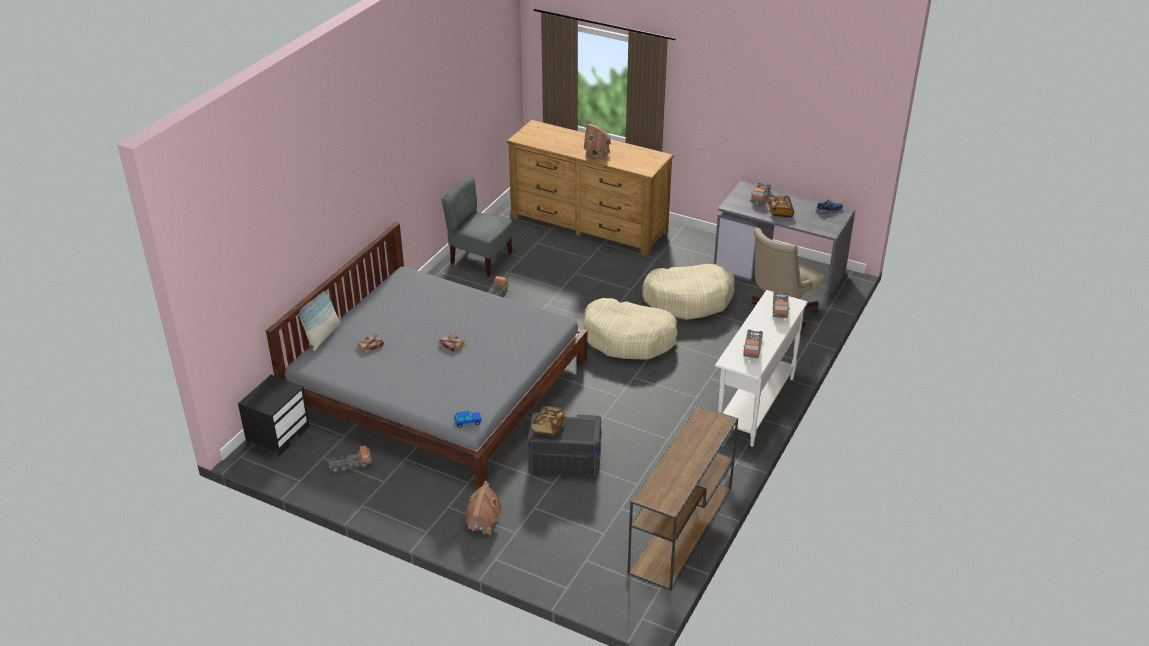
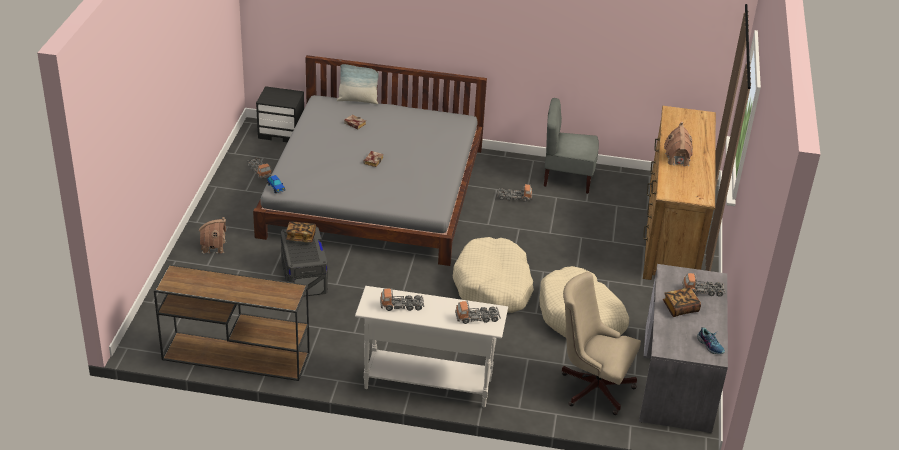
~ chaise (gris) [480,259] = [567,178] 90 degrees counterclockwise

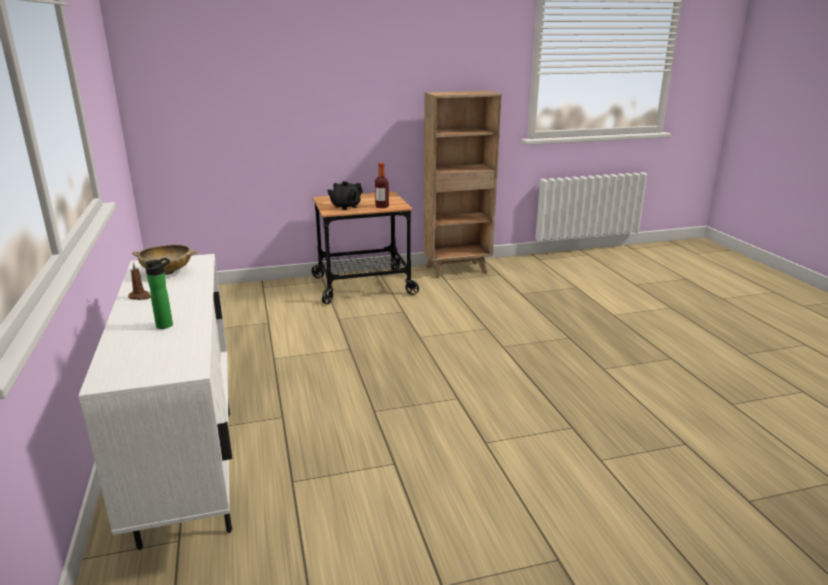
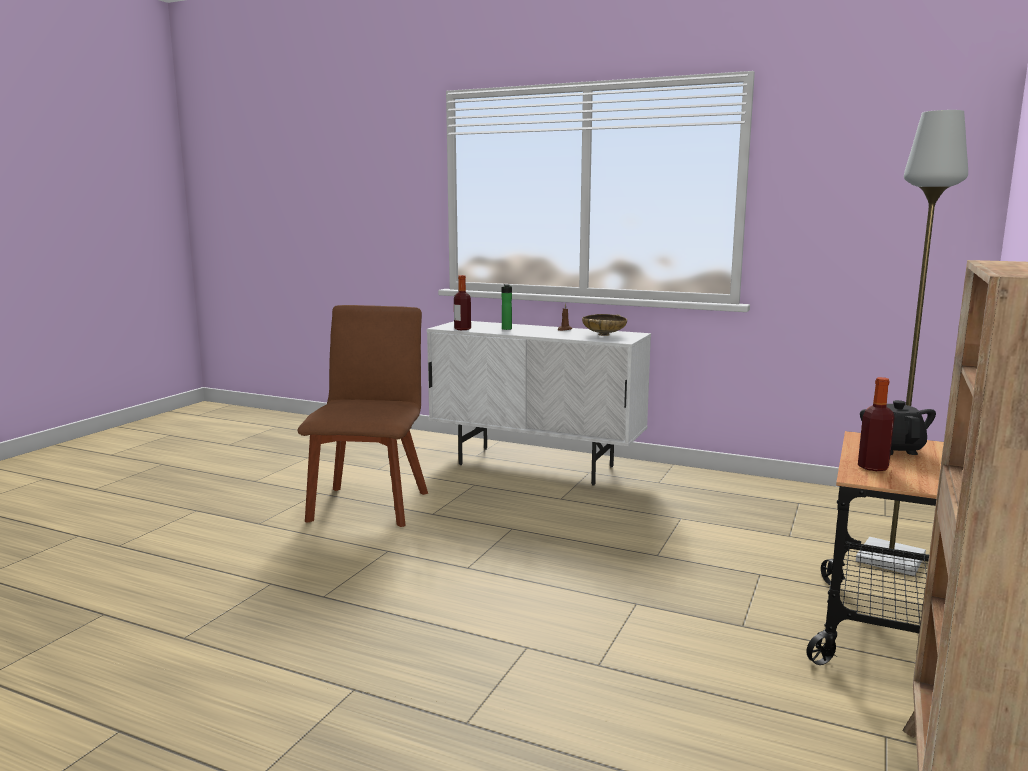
+ chaise (marron) [370,504]
+ bouteille [462,329]
+ lampadaire (gris) [889,558]

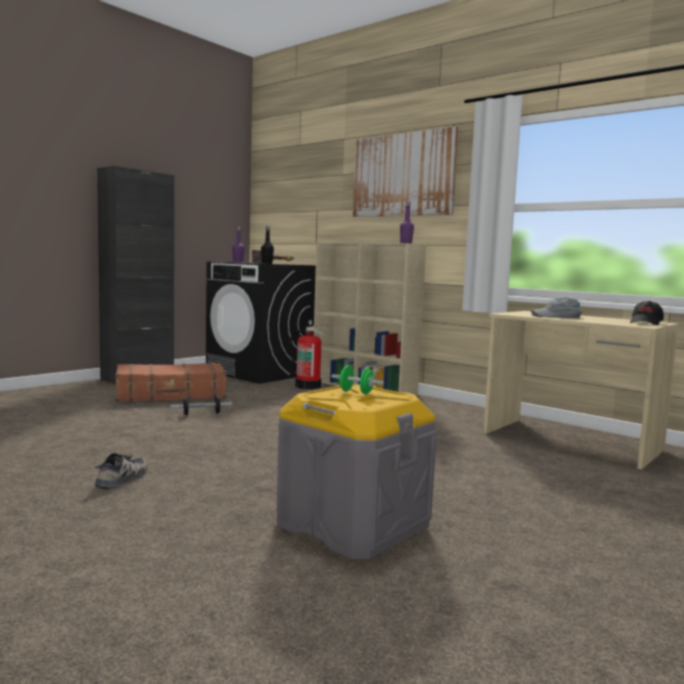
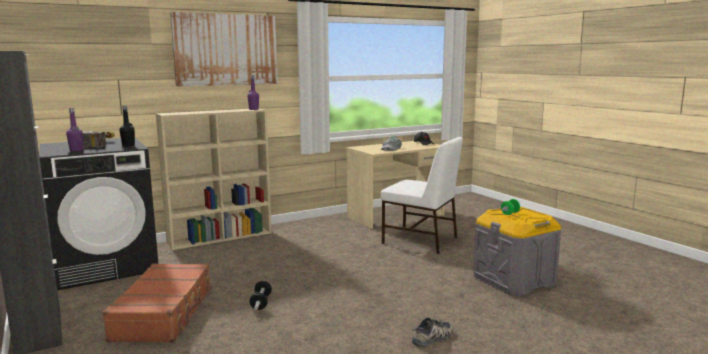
~ chaussure [123,479] = [433,338] 105 degrees clockwise
- extincteur [308,386]
+ chaise (blanc) [421,241]

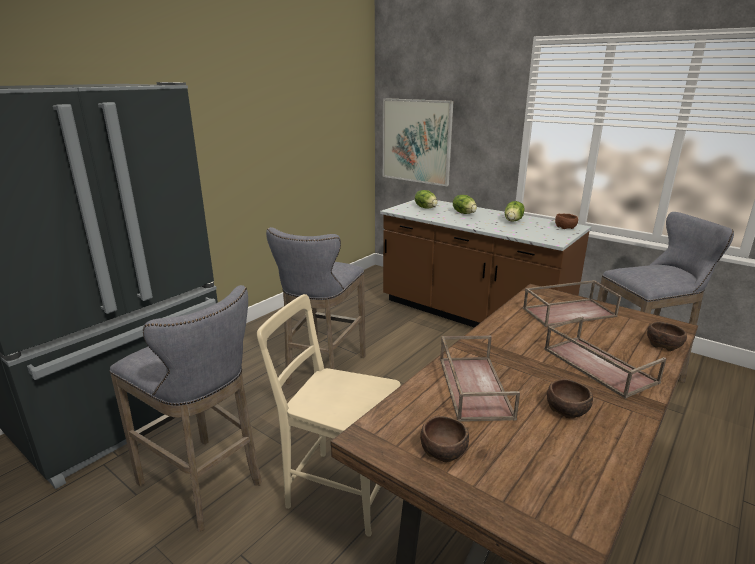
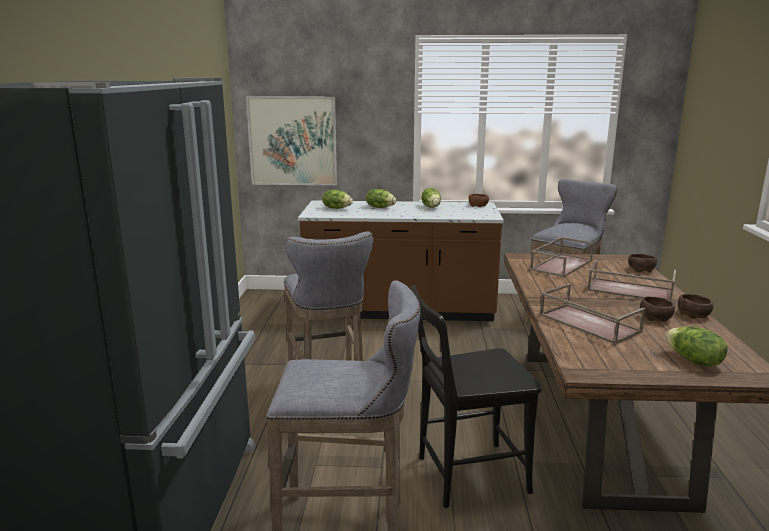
~ chaise (beige) [337,488] to chaise (noir) [466,475]
~ bol (marron) [445,450] to [693,314]
+ laitue [693,361]

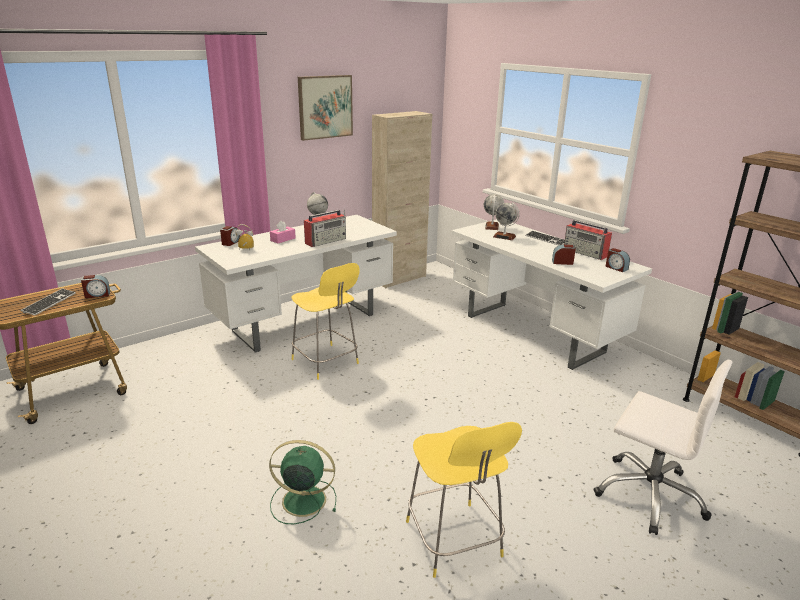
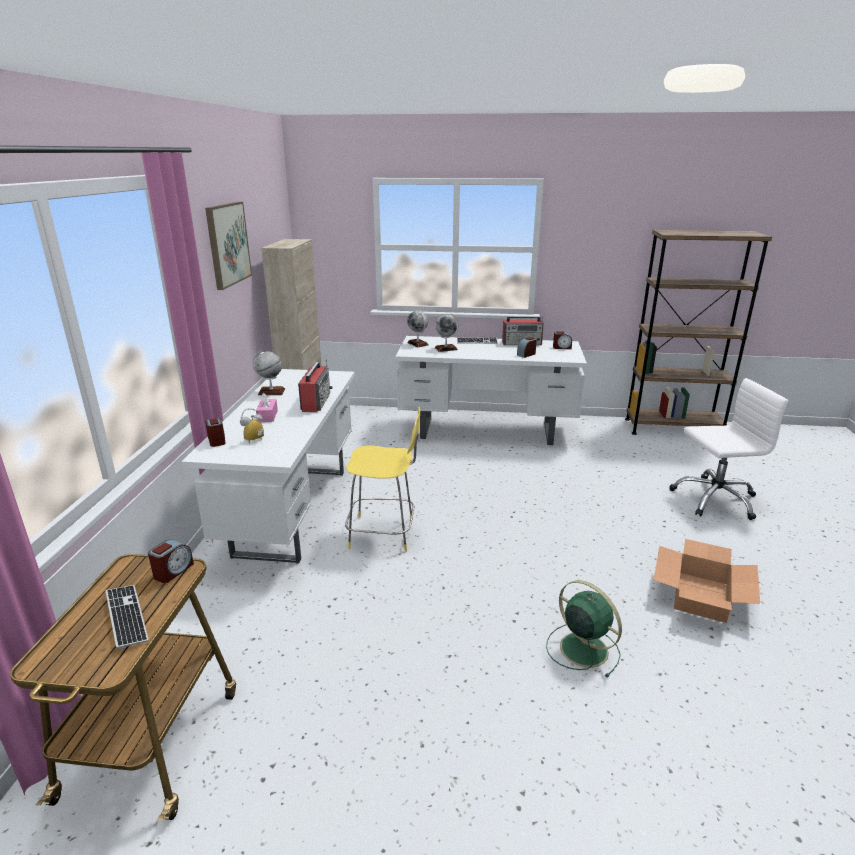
~ ventilateur (vert) [302,500] = [582,648] 90 degrees clockwise
~ tabouret (jaune) [454,541] to carton [700,596]

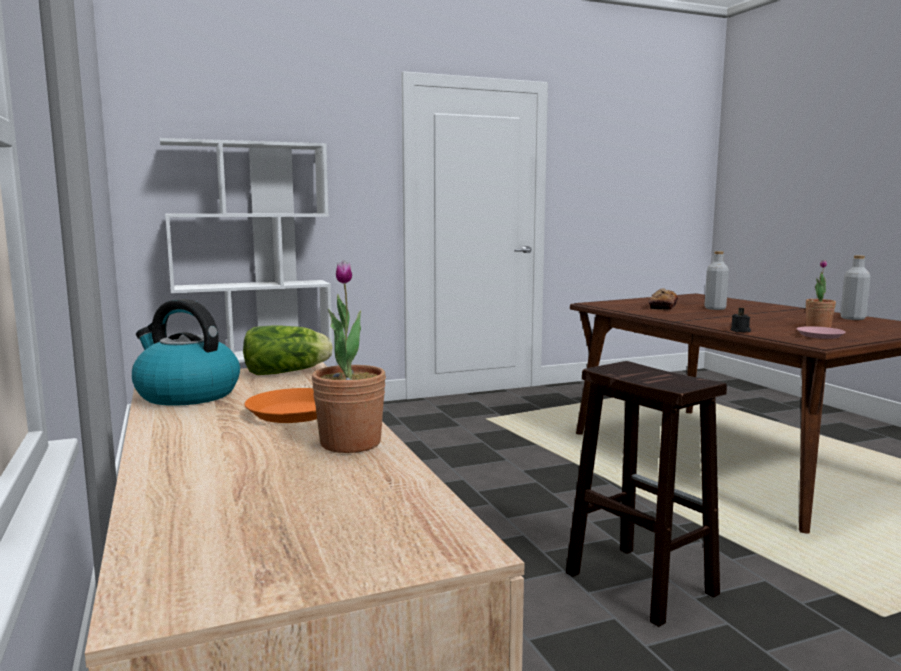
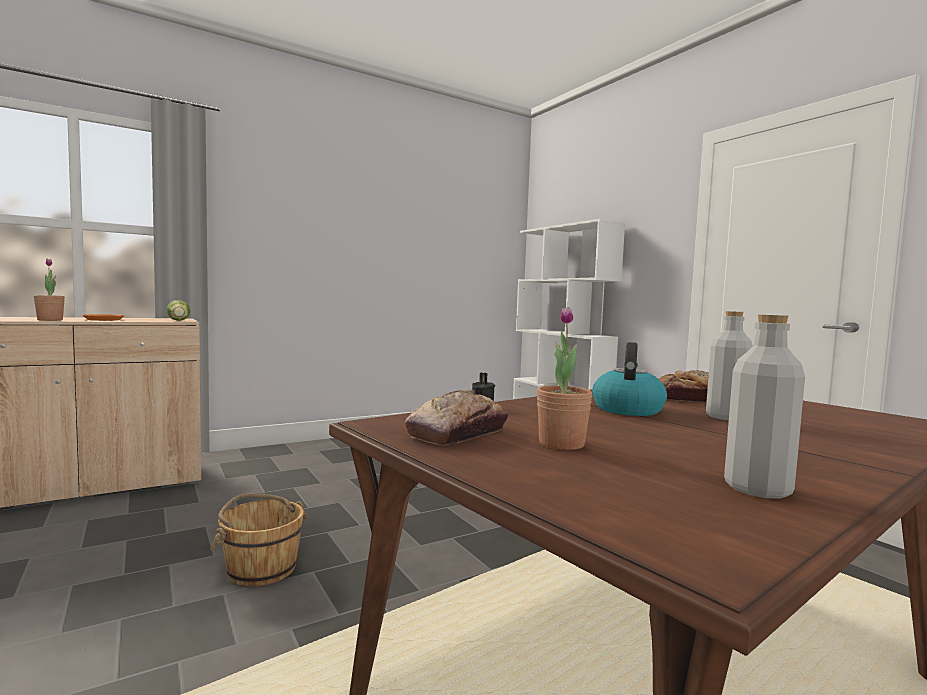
~ bouilloire [186,394] to [627,409]
~ tabouret (marron) [638,583] to seau (marron) [261,568]
~ assiette (rose) [820,335] to pain [458,433]

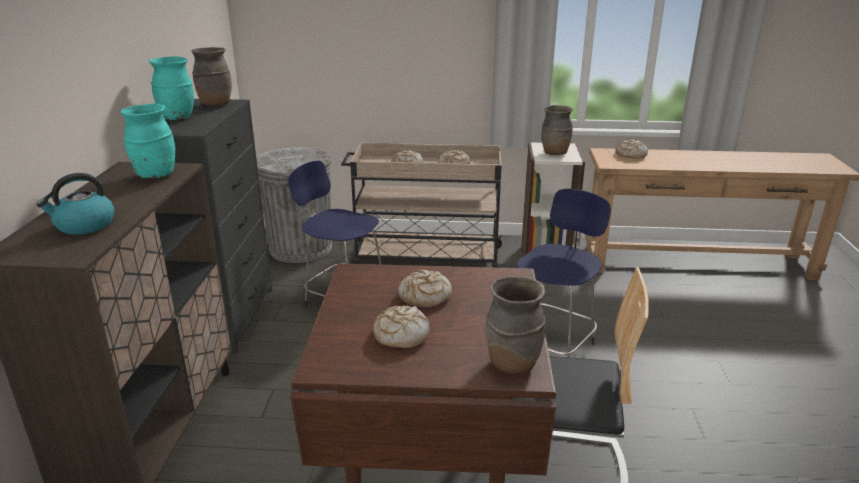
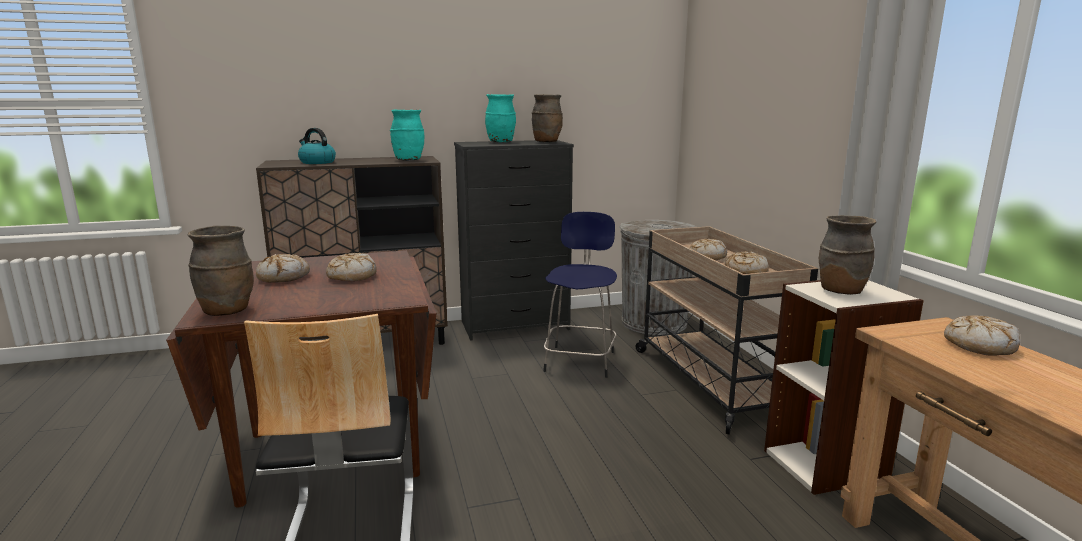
- tabouret (bleu) [552,347]

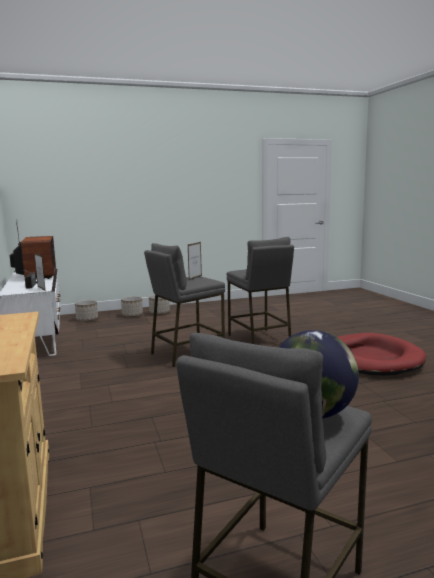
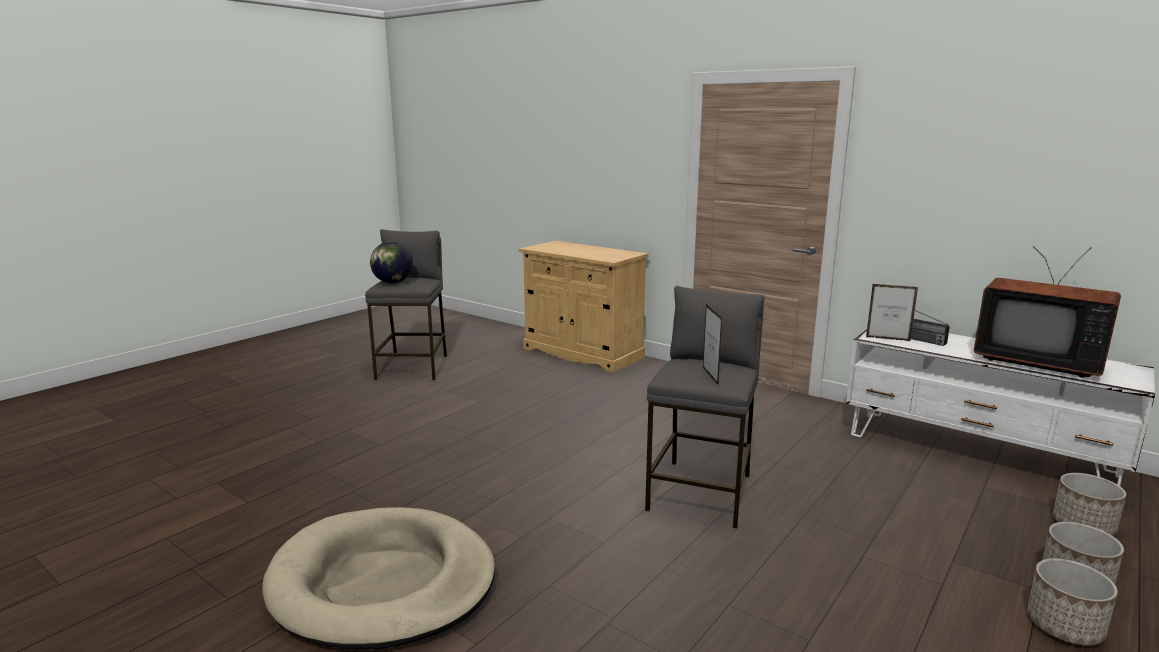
- tabouret (gris) [259,339]
~ panier pour chien (rouge) [368,359] to panier pour chien (beige) [383,583]

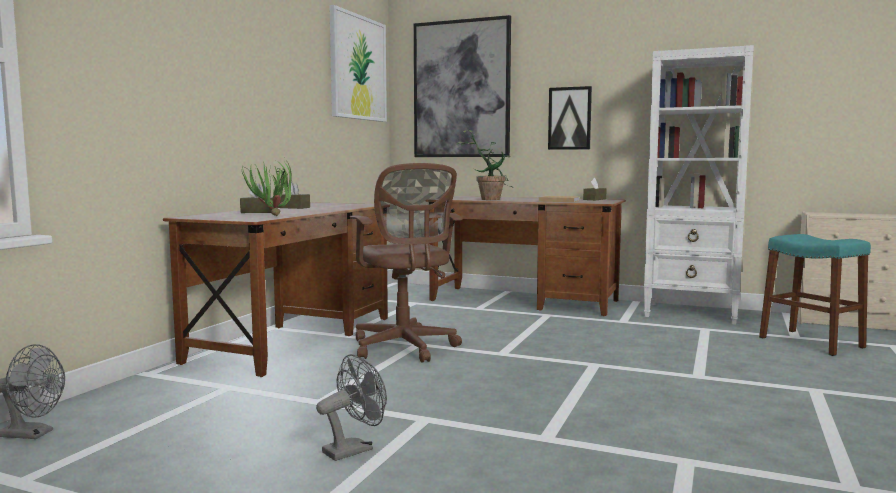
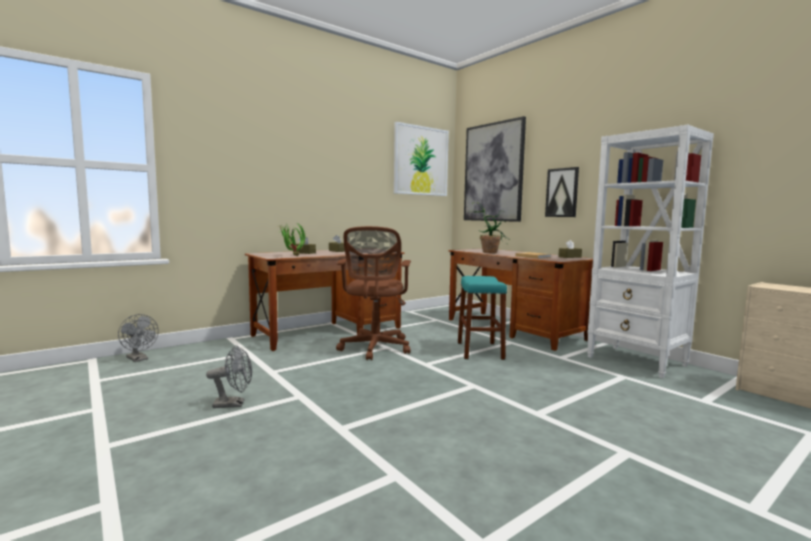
~ tabouret (turquoise) [811,342] to [480,350]

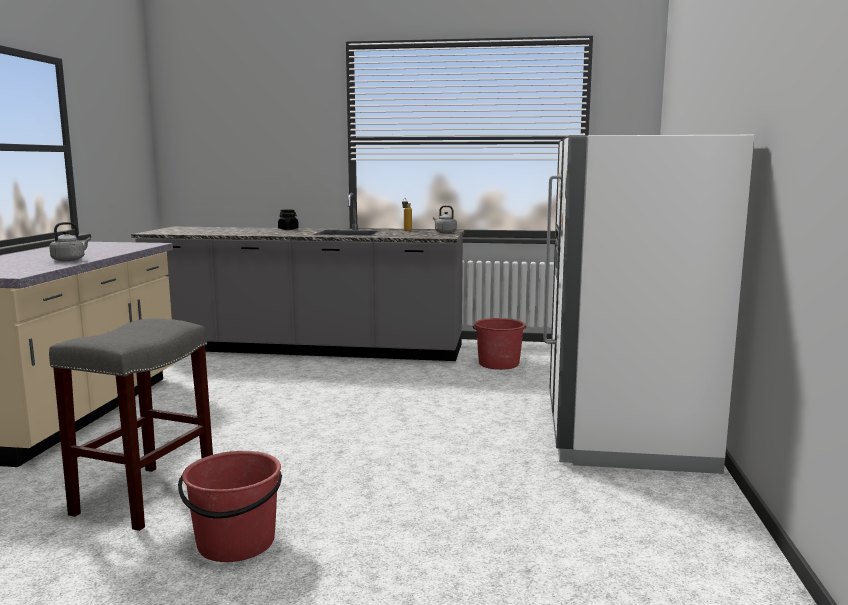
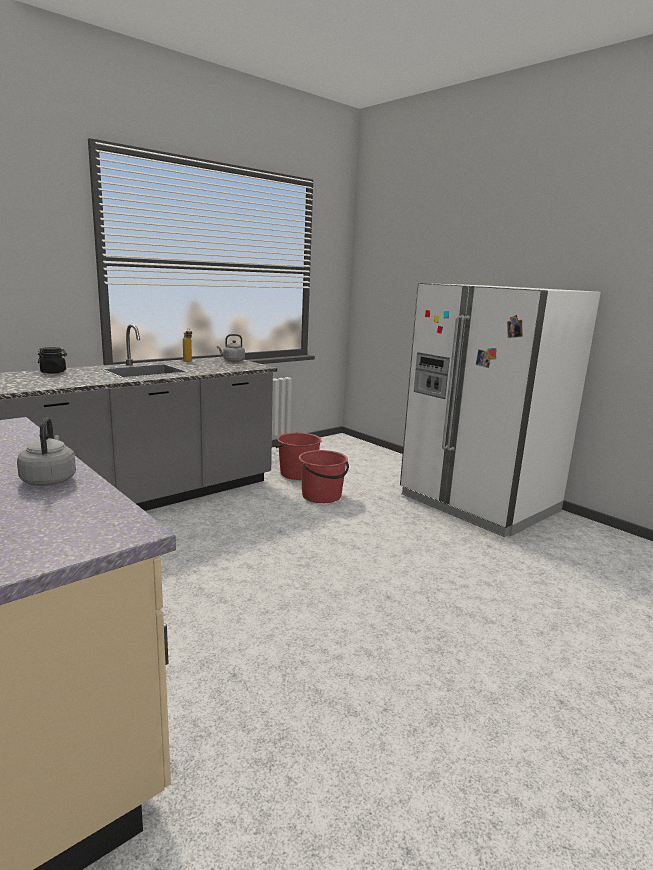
- tabouret (gris) [145,496]
~ seau (rouge) [236,543] to [322,496]

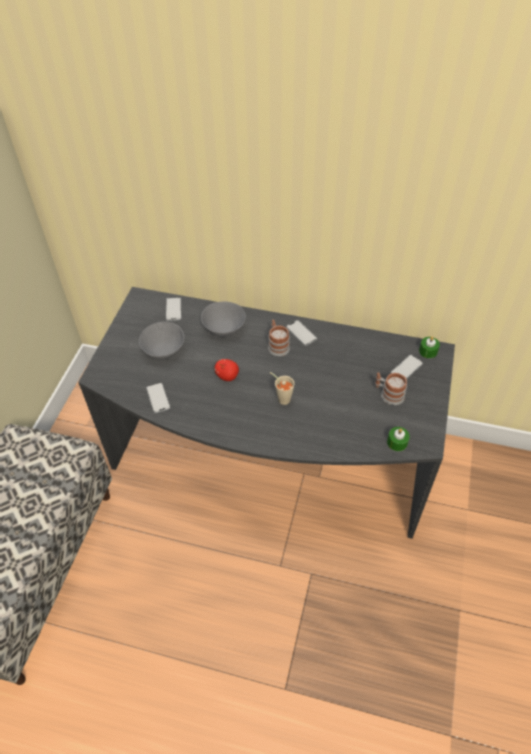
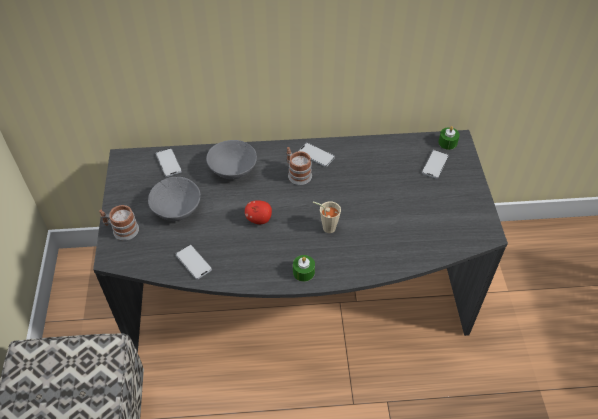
~ mug [388,394] to [121,229]
~ bougie (vert) [397,442] to [303,272]

